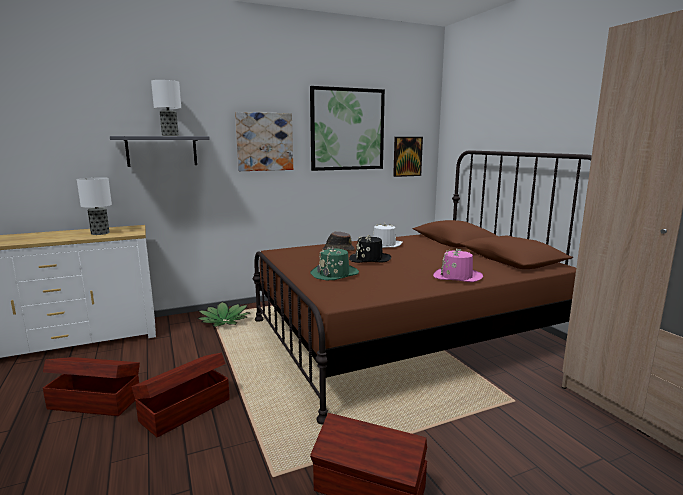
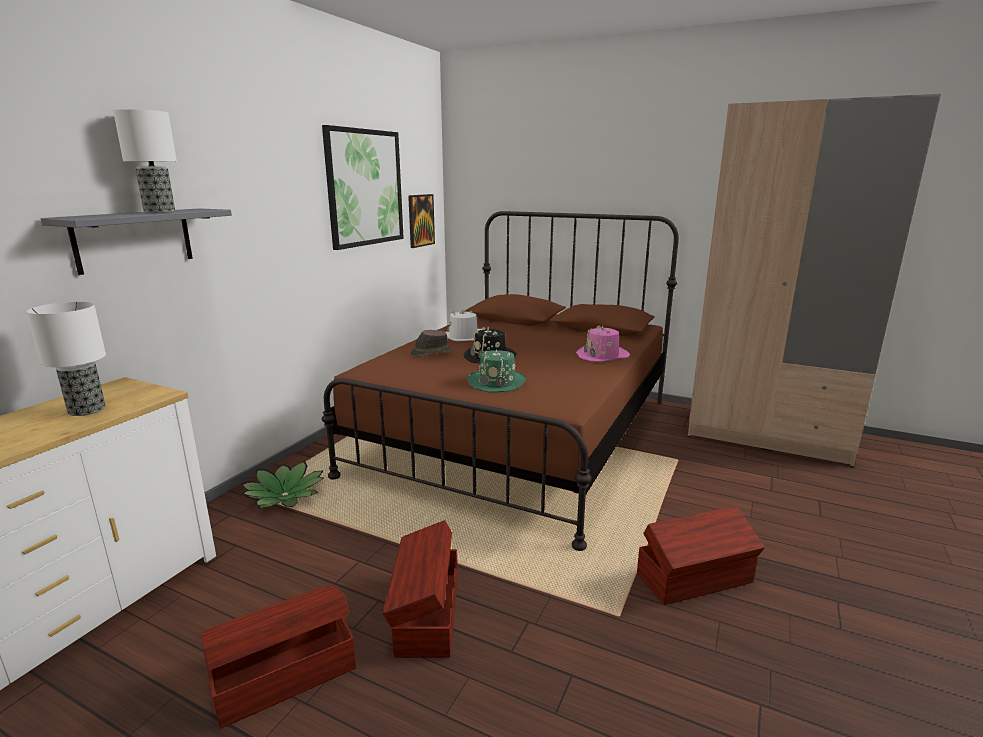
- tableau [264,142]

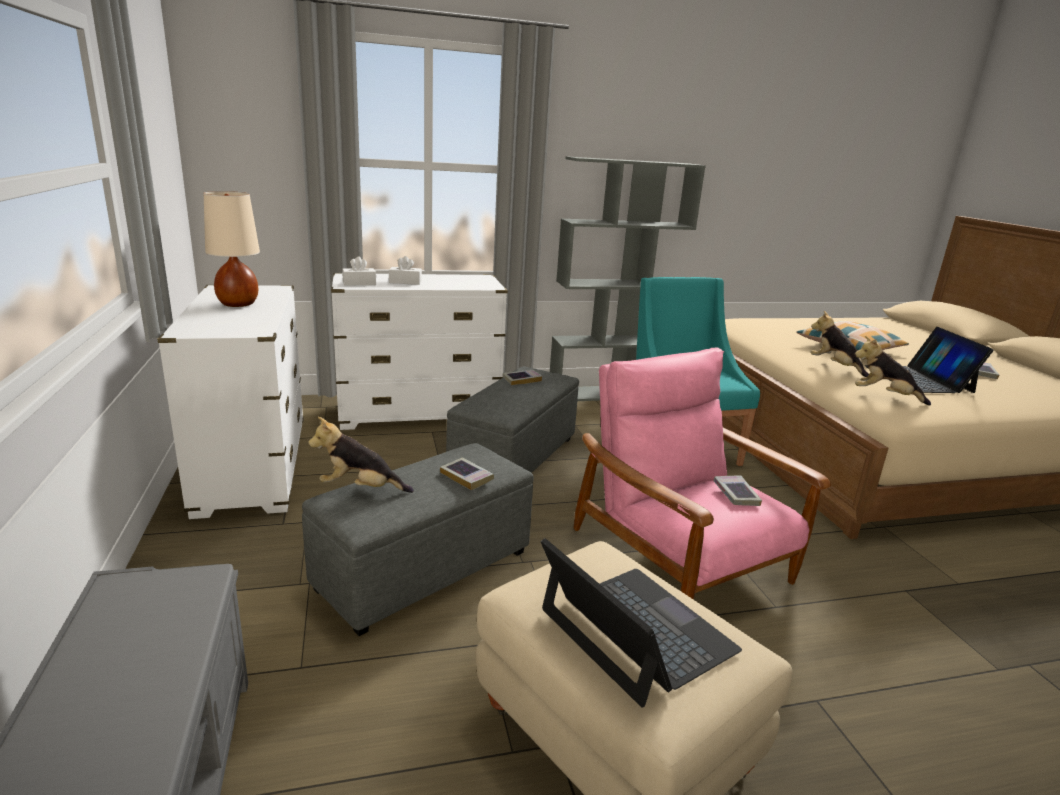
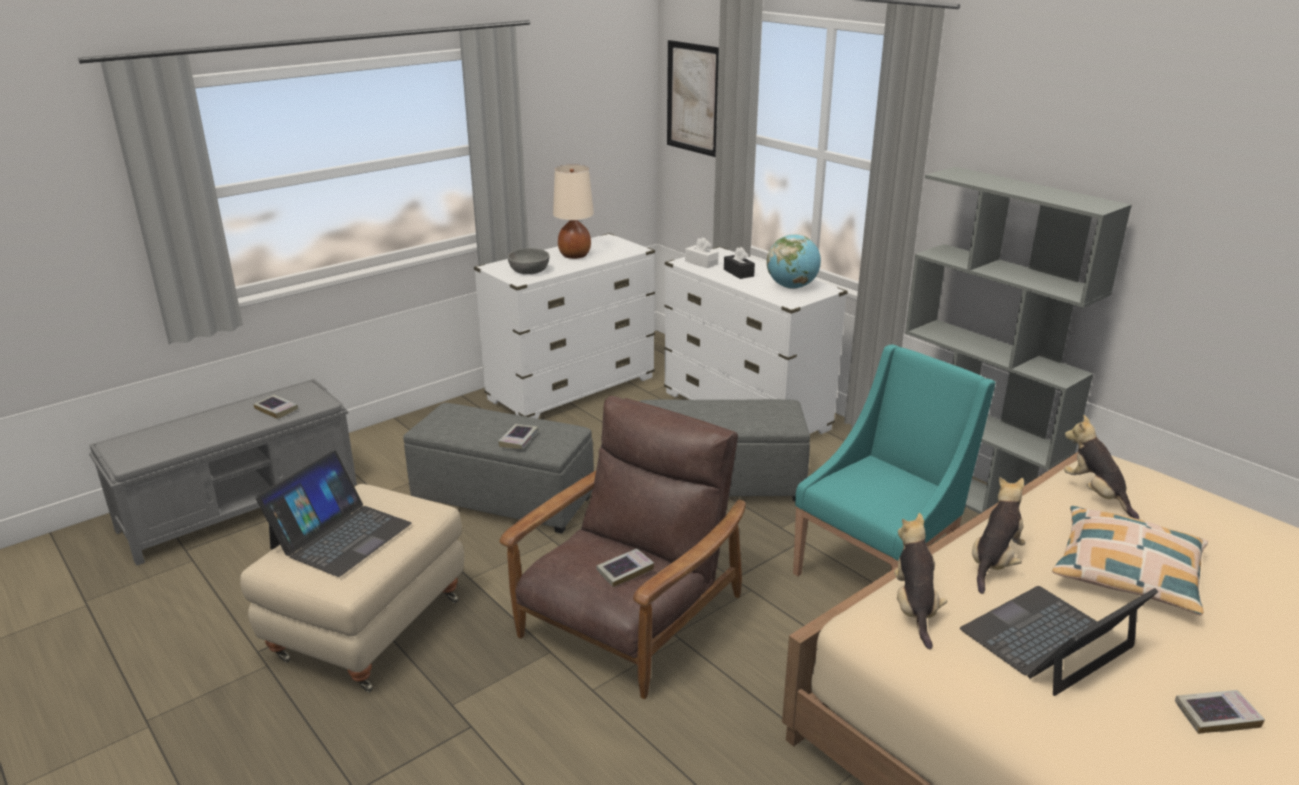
~ peluche [360,488] to [1096,494]
~ boîte à mouchoirs (blanc) [405,282] to boîte à mouchoirs (noir) [738,273]
~ livre [522,380] to [276,409]
~ fauteuil (rose) [681,557] to fauteuil (marron) [629,618]
+ bol (gris) [529,271]
+ tableau [694,98]
+ globe [792,287]

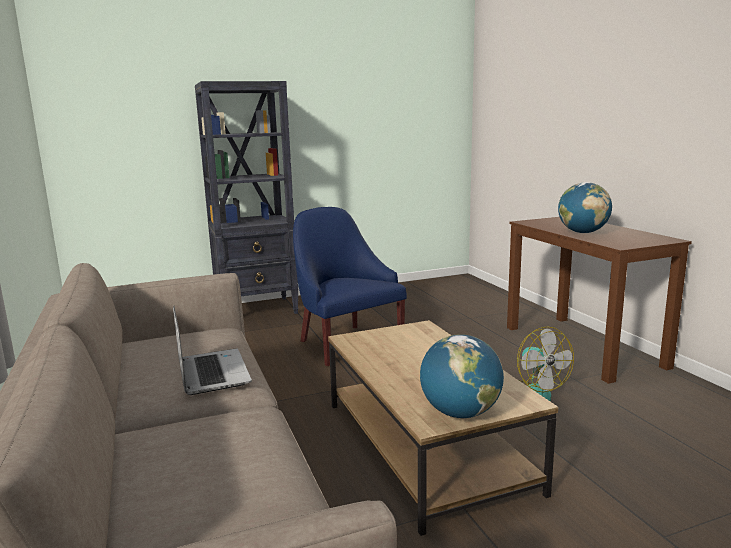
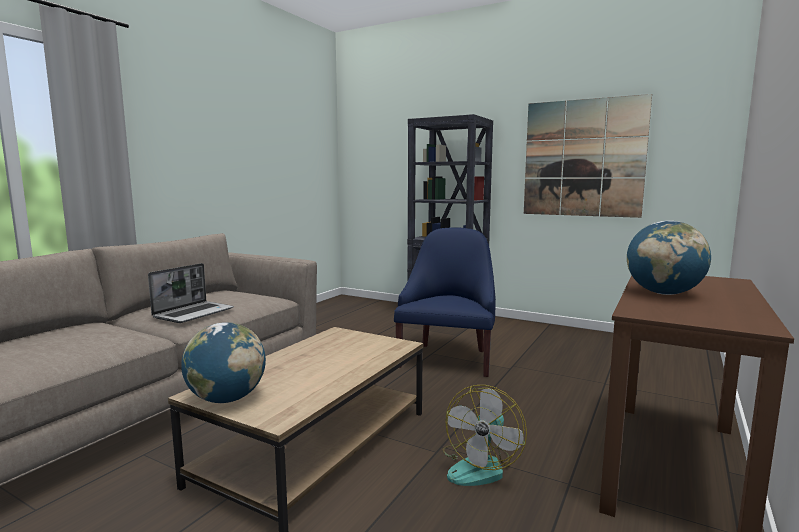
+ tableau [583,158]

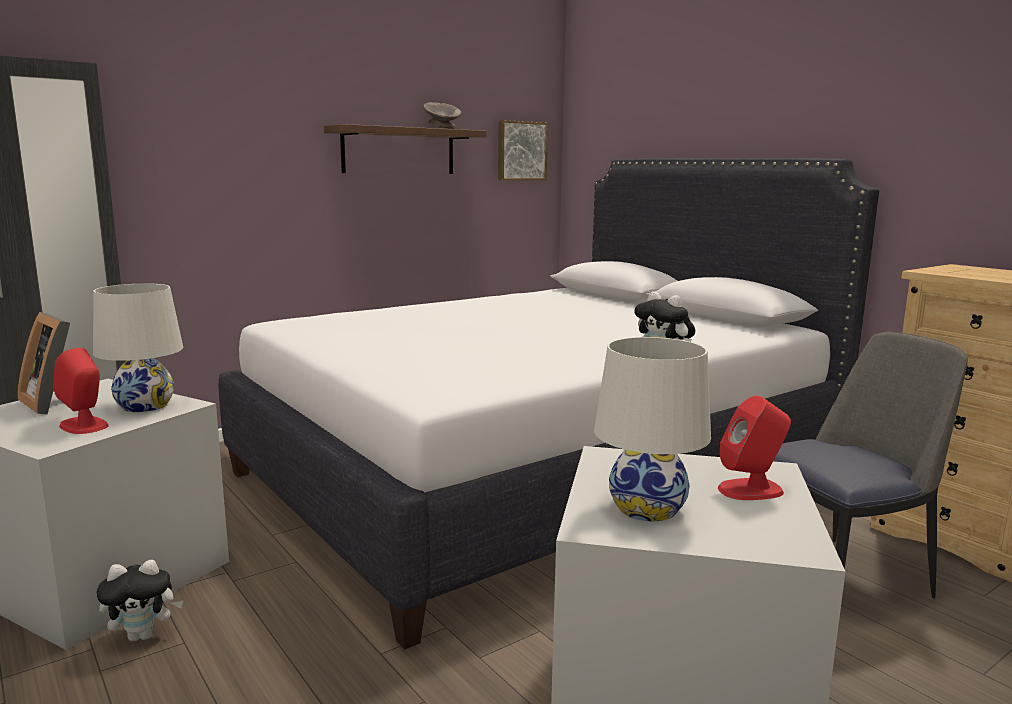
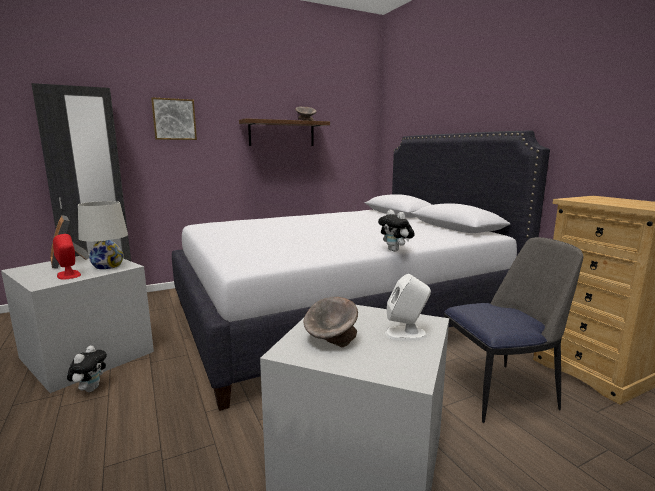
~ peluche [143,635] = [90,389] 75 degrees counterclockwise
~ tableau [521,151] to [174,119]
~ lampe de table (blanc) [647,508] to bol (gris) [331,341]
~ enceinte (rouge) [751,490] to enceinte (blanc) [406,333]

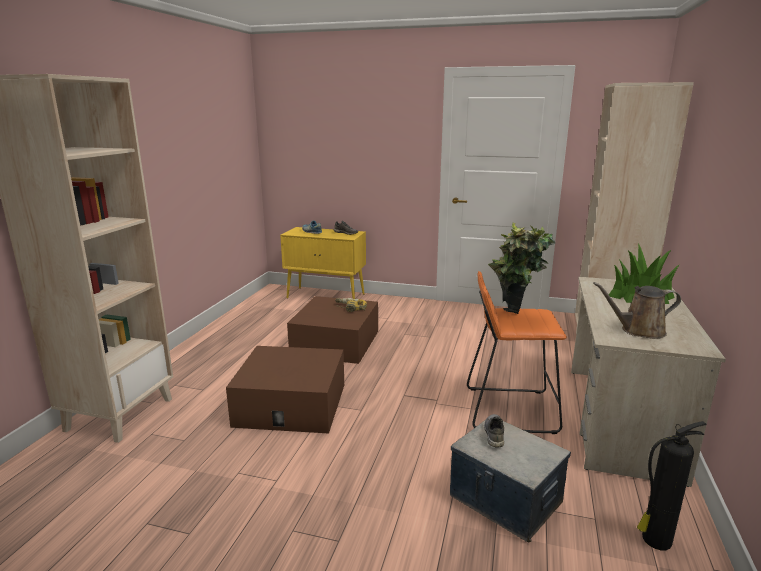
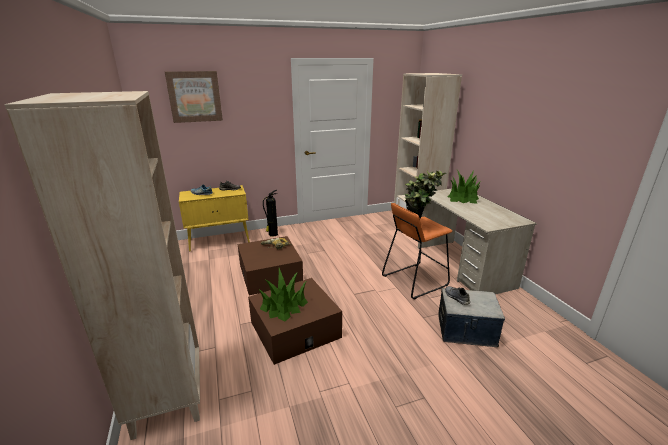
- arrosoir (marron) [638,331]
~ extincteur [654,540] to [272,234]
+ tableau [195,96]
+ plante en pot [283,306]

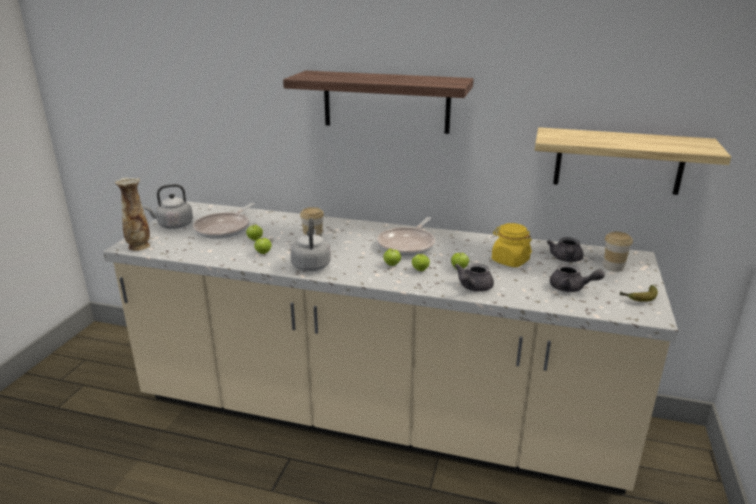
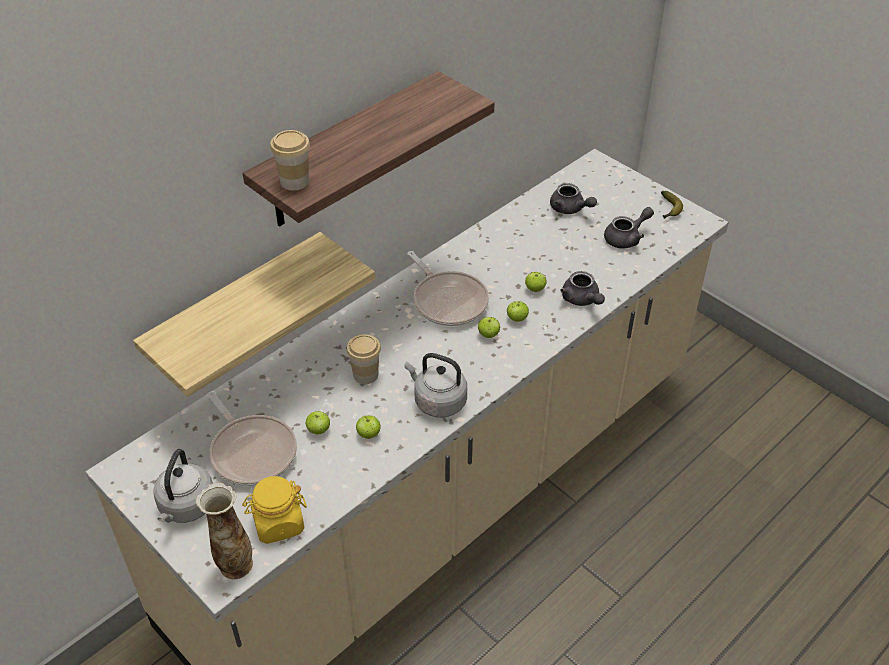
~ bocal (jaune) [510,261] to [278,523]
~ étagère [618,161] to [237,311]
~ tasse [613,267] to [294,181]

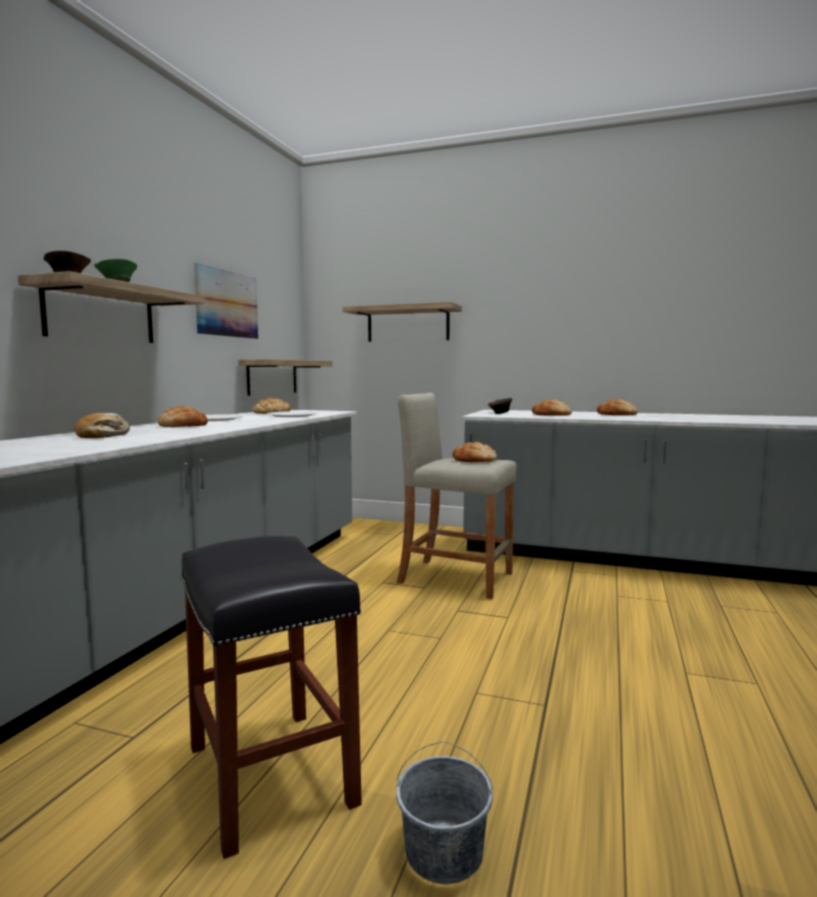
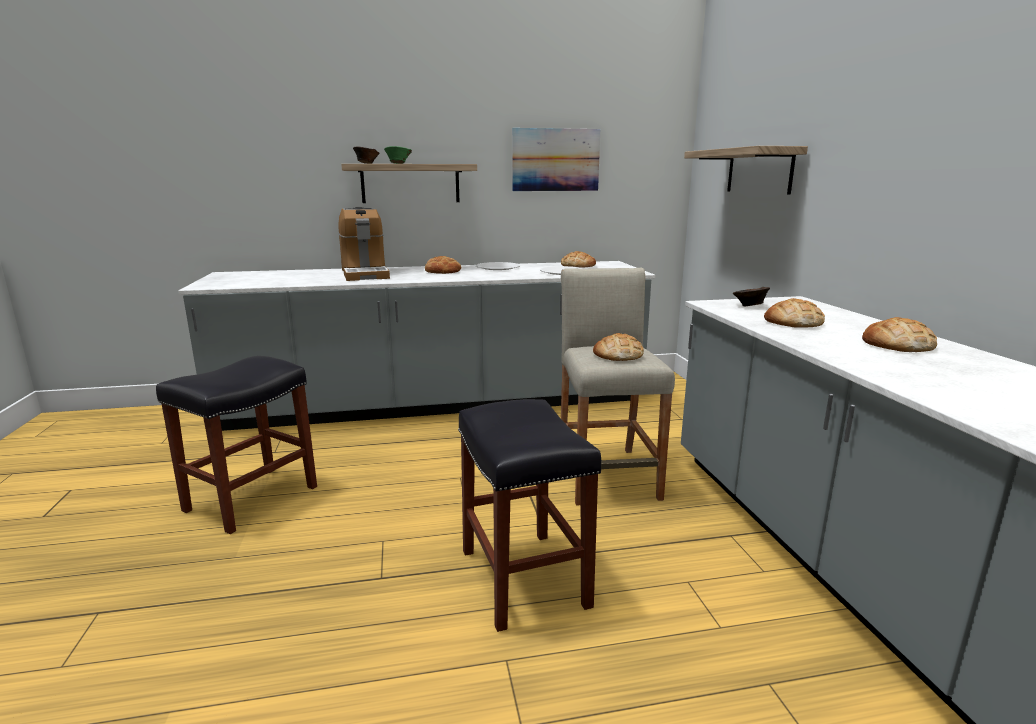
~ pain [104,436] to machine à café [364,274]
- étagère [272,377]
- seau (gris) [444,852]
+ tabouret (noir) [525,579]

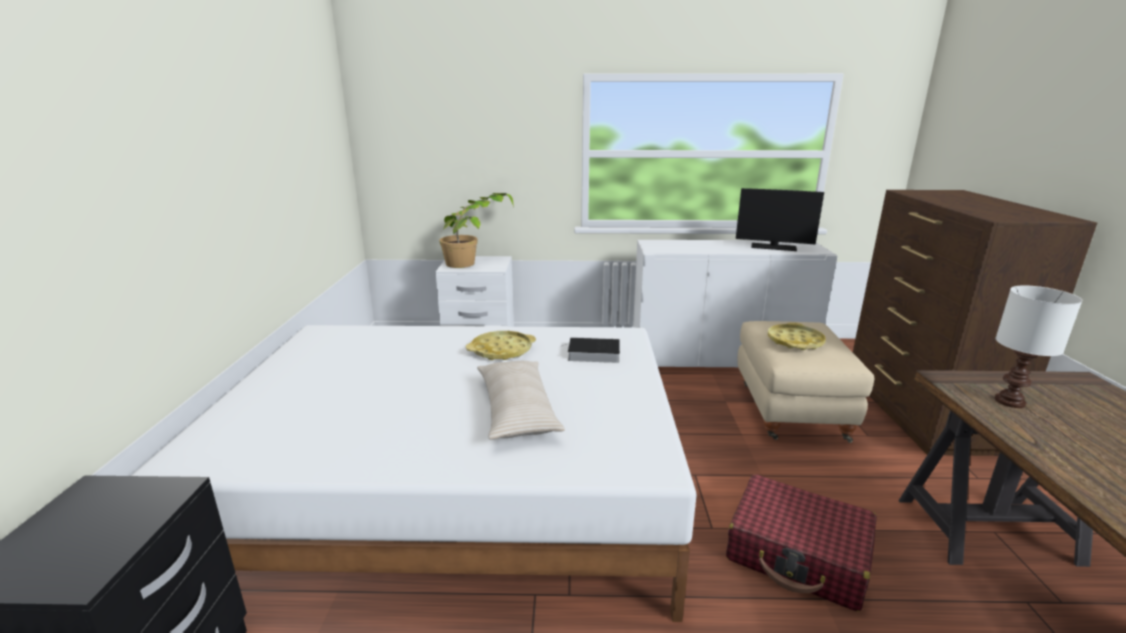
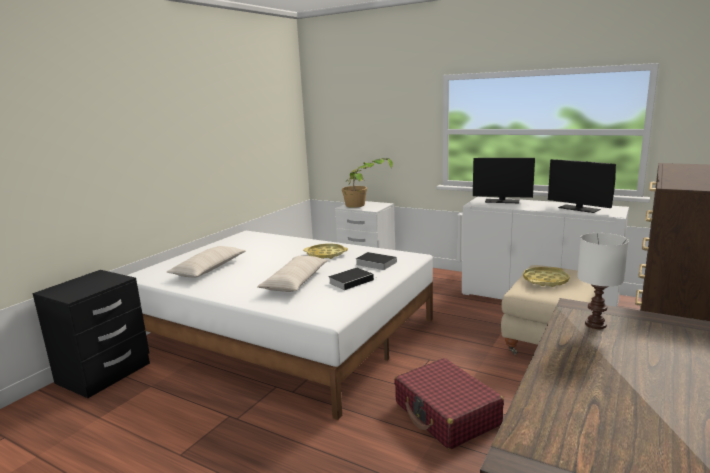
+ coussin (beige) [209,269]
+ livre [351,281]
+ écran d'ordinateur [502,201]

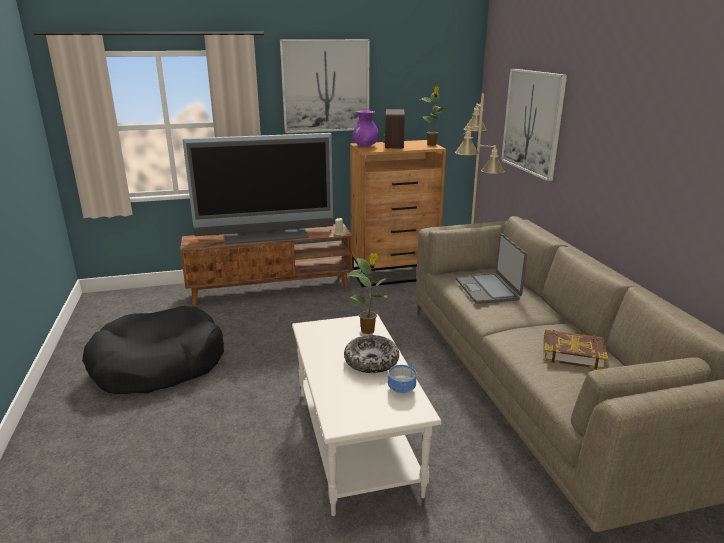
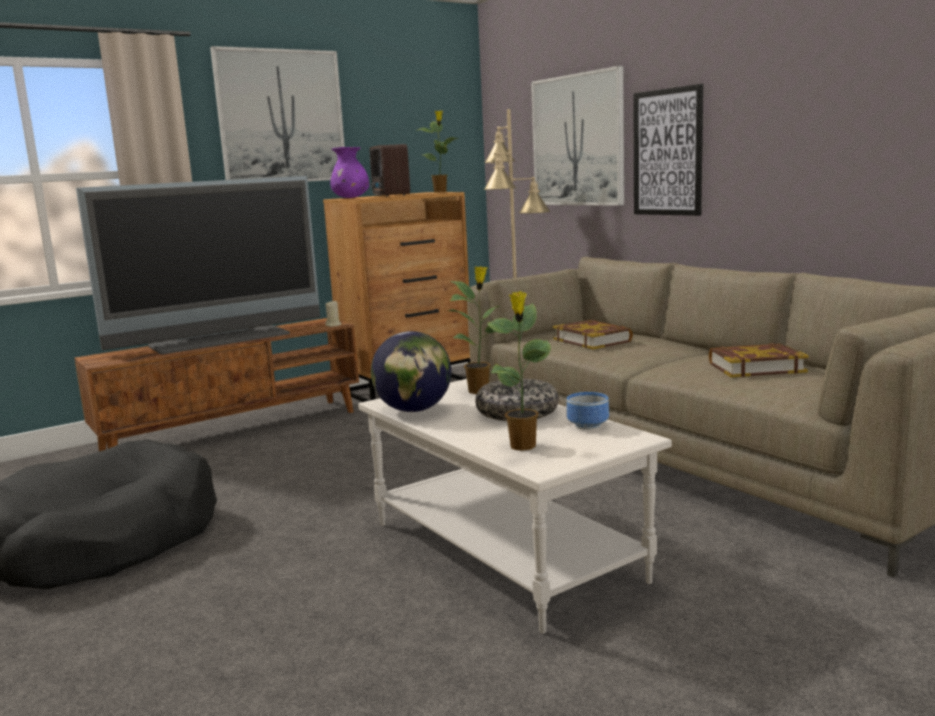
~ ordinateur portable [487,289] to livre [592,340]
+ globe [414,410]
+ plante en pot [523,446]
+ tableau [667,152]

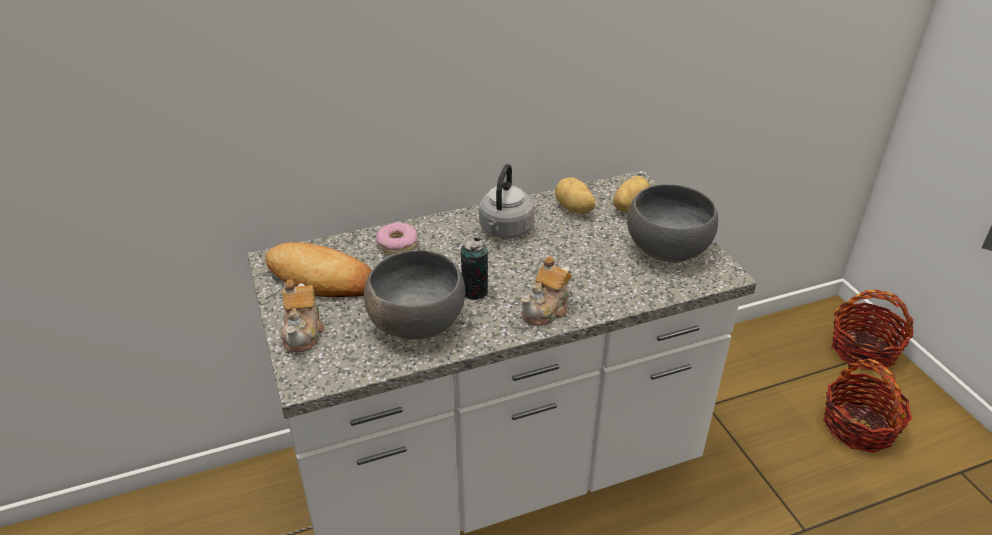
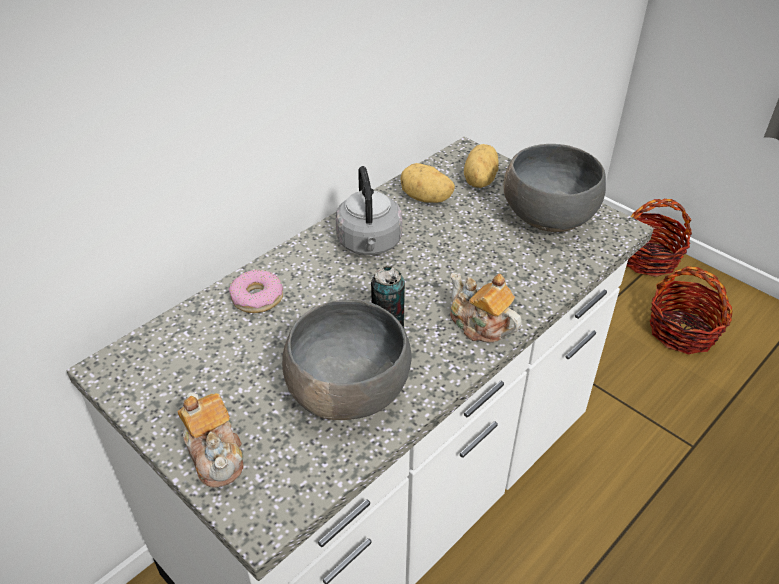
- pain [320,277]
~ théière [546,309] = [479,325] 120 degrees clockwise

